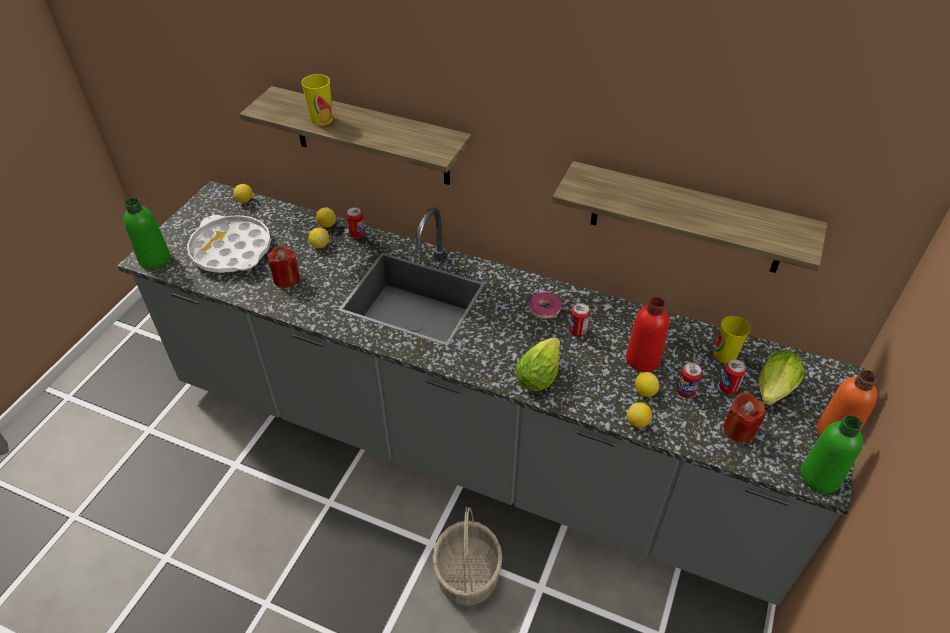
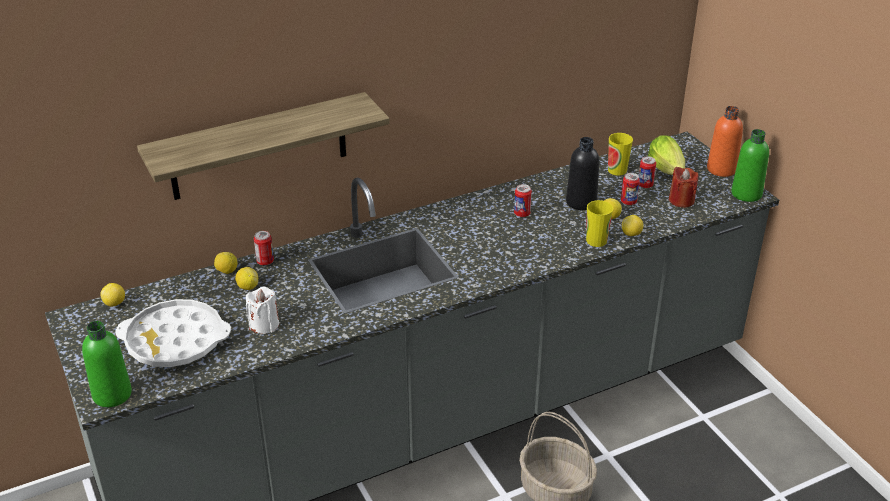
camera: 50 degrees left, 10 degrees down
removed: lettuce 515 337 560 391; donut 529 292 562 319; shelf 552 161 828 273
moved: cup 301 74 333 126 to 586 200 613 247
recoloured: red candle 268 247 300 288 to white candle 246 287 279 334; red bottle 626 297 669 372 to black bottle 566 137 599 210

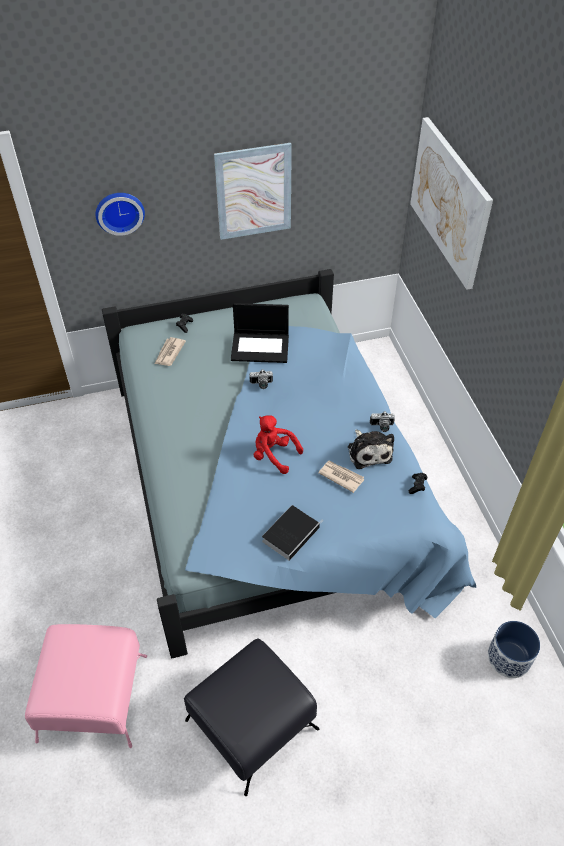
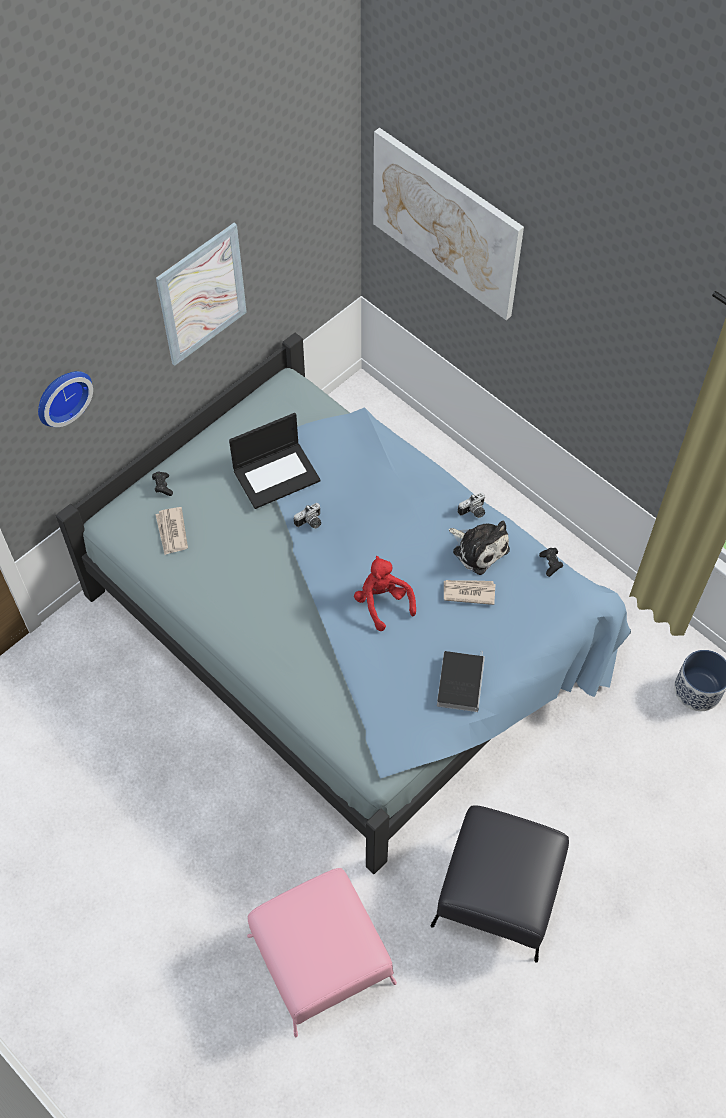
camera: 30 degrees left, 10 degrees up
turned: red plush toy 254 416 303 474 = 354 556 416 631 60 degrees clockwise

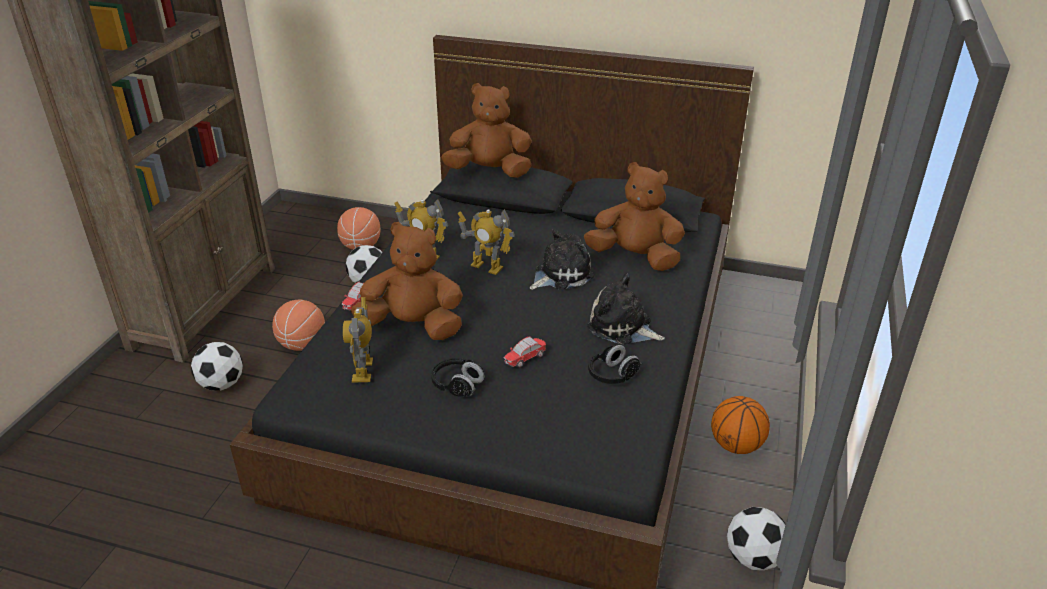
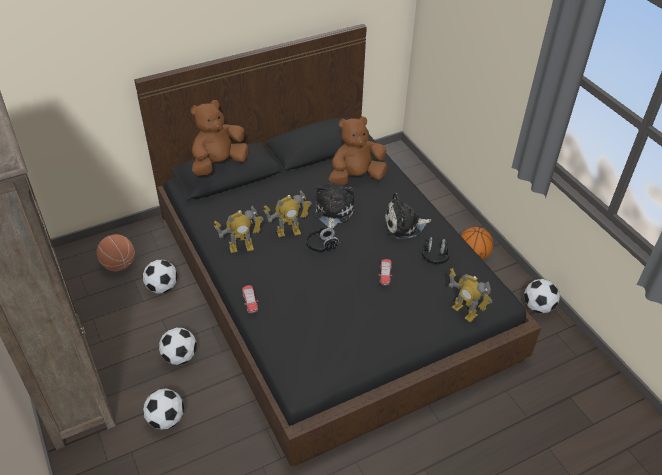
camera: 45 degrees left, 10 degrees up
removed: brown plush toy 351 222 463 340
moved: toy robot 343 297 373 383 to 449 268 492 322; black headphones 431 358 485 397 to 306 227 340 252
replaced: basketball 272 300 325 351 to football 159 328 197 365

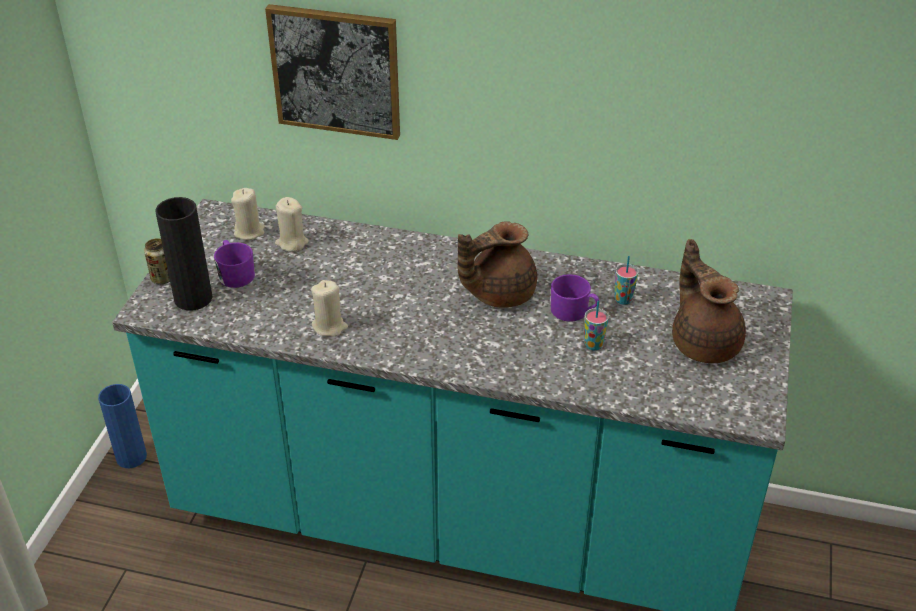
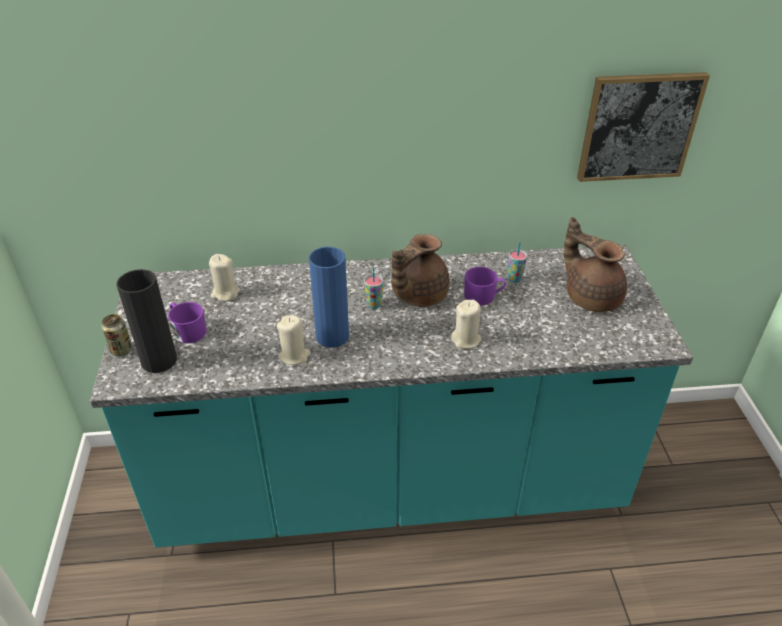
camera: 20 degrees left, 0 degrees up
moved: blue vase 98 384 147 468 to 309 247 349 348; beige candle 231 188 265 240 to 451 300 481 349; picture 265 4 400 140 to 577 72 710 182; cup 584 300 609 350 to 364 267 384 309

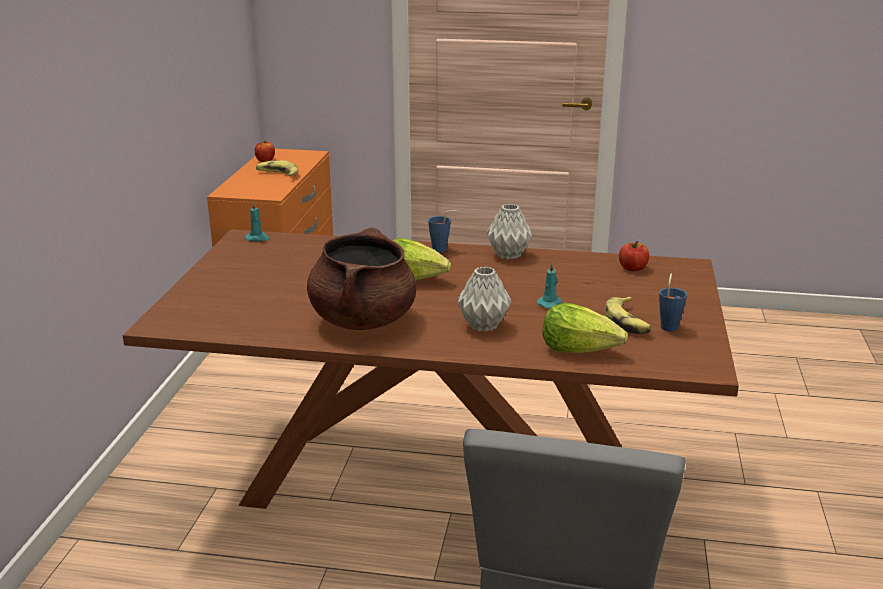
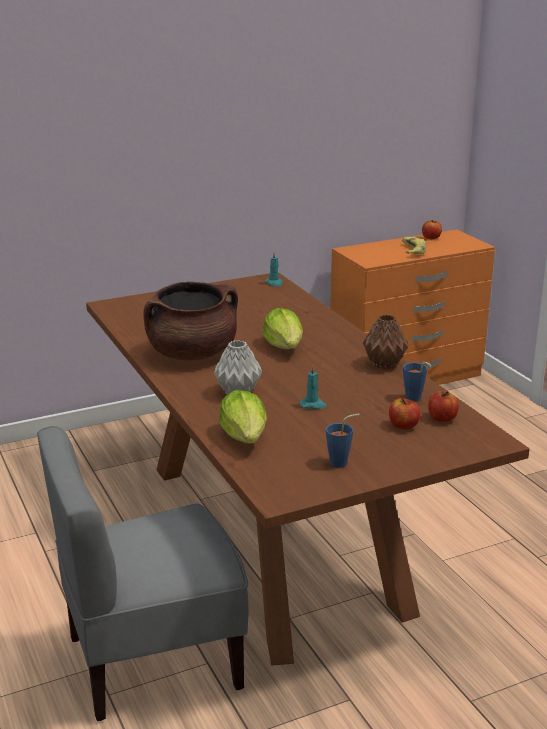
camera: 55 degrees right, 0 degrees up
removed: banana 605 296 652 334
added: apple 389 398 421 429
moved: blue cup 428 210 459 252 to 403 362 432 402
recoloured: grey vase 486 204 532 259 to brown vase 363 315 408 369

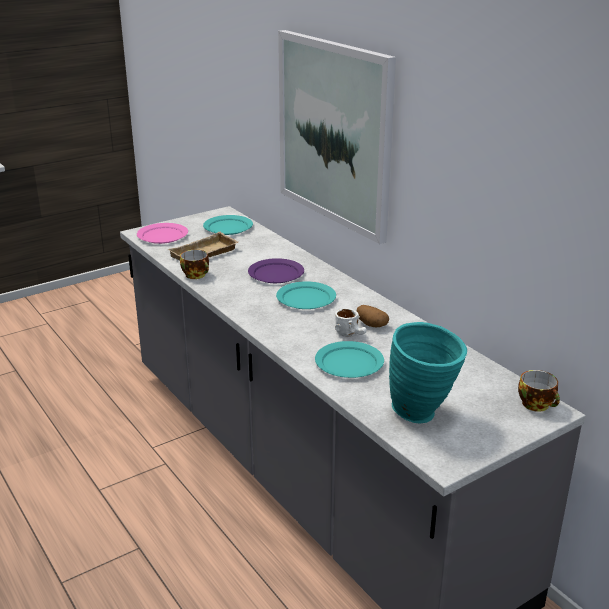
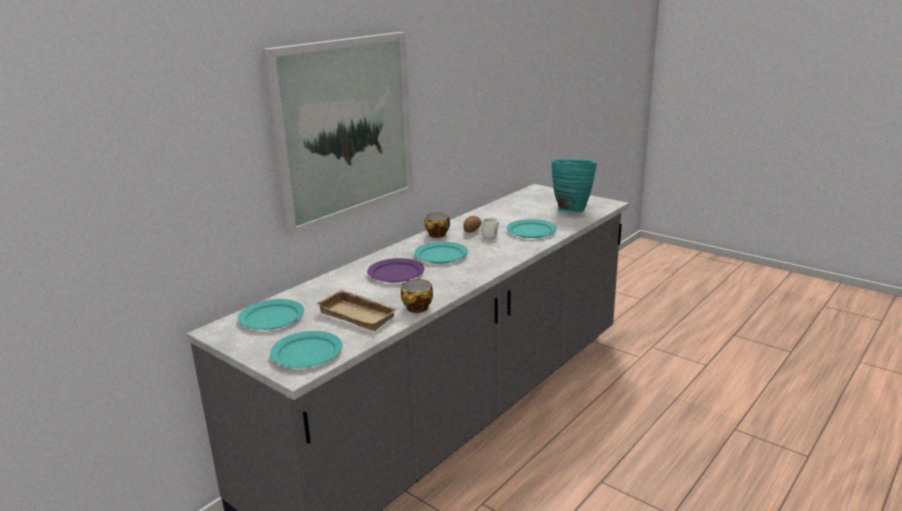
camera: 105 degrees left, 5 degrees down
moved: cup 518 370 560 412 to 425 212 450 238
recoloured: pink plate 137 223 188 244 to turquoise plate 270 331 343 368

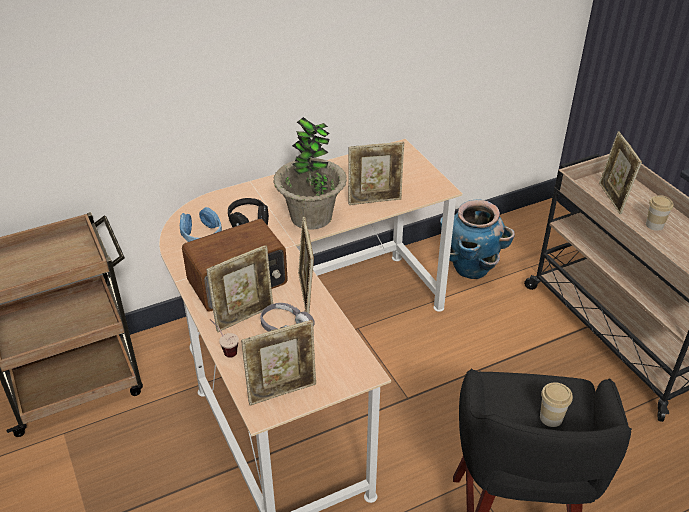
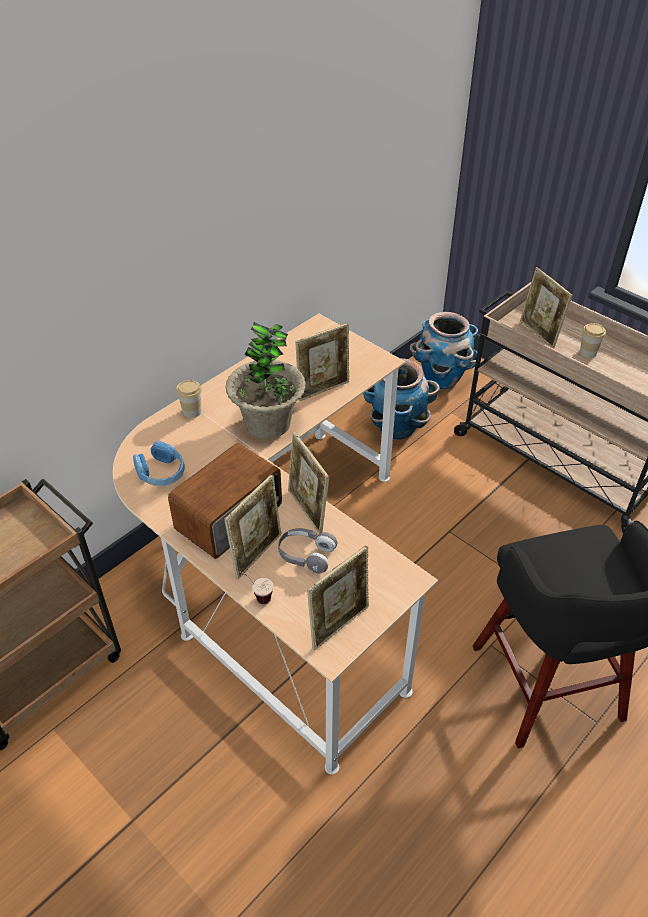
camera: 20 degrees left, 5 degrees up
removed: black headphones 228 198 269 227
added: planter 410 312 482 389
moved: cup 540 382 573 427 to 176 380 202 418

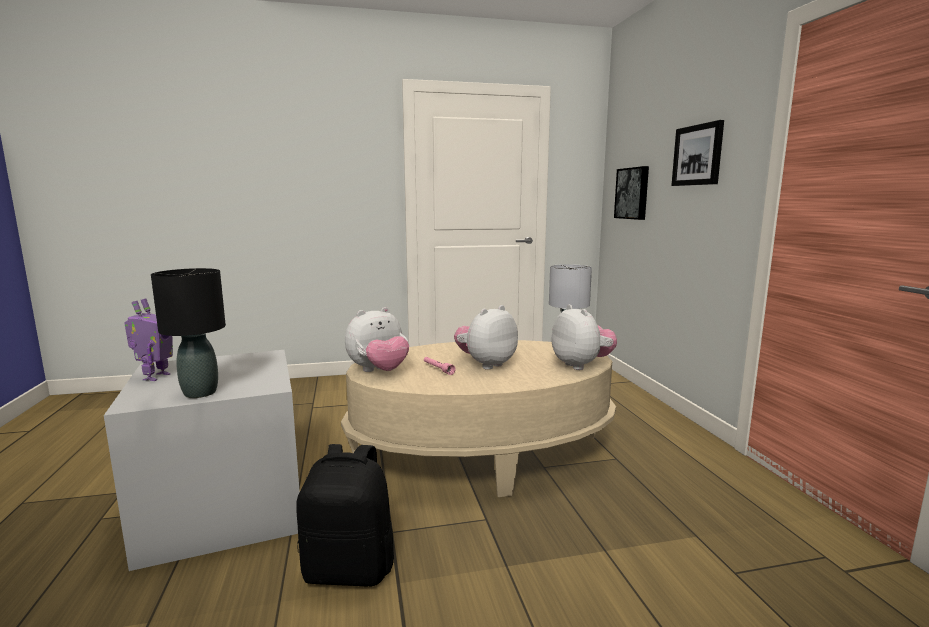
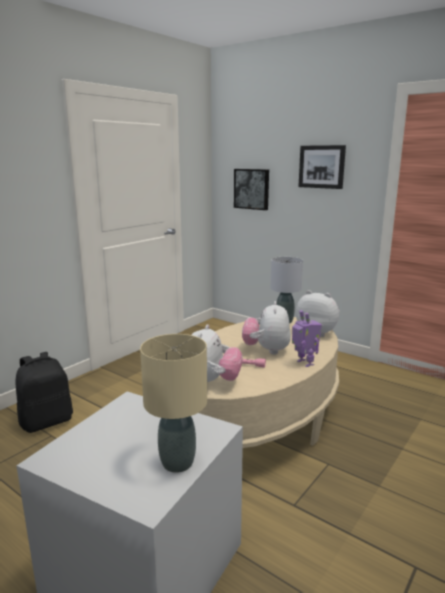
camera: 40 degrees left, 5 degrees up
moved: toy robot 124 299 173 381 to 292 310 322 367; black backpack 296 444 394 586 to 16 352 73 433
recoloured: black table lamp 151 268 226 398 to beige table lamp 140 334 207 473

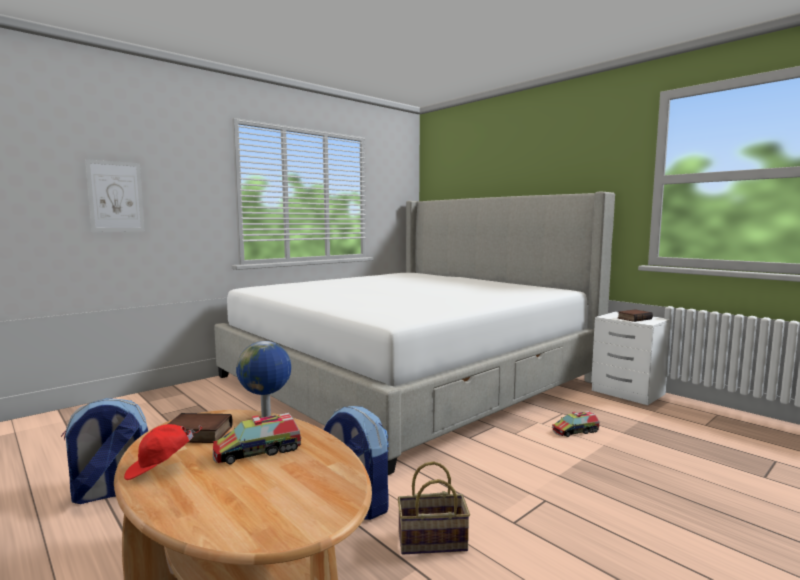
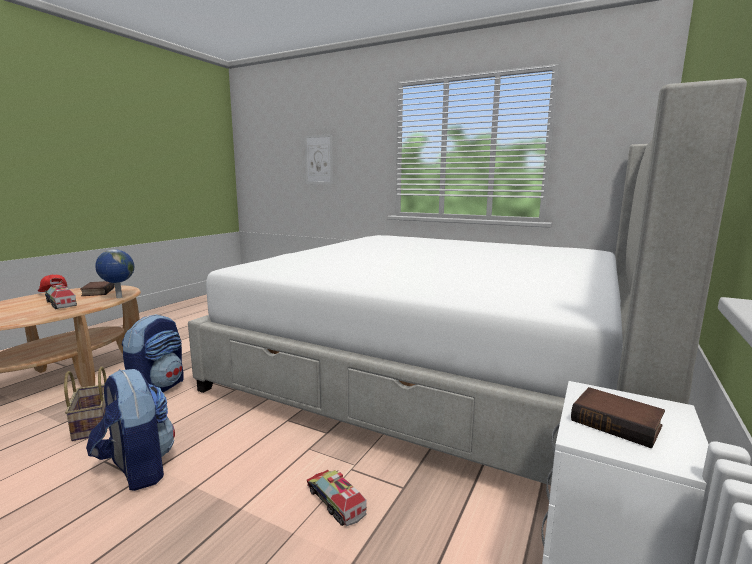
camera: 70 degrees right, 5 degrees up
moved: backpack 61 398 148 504 to 86 369 175 491

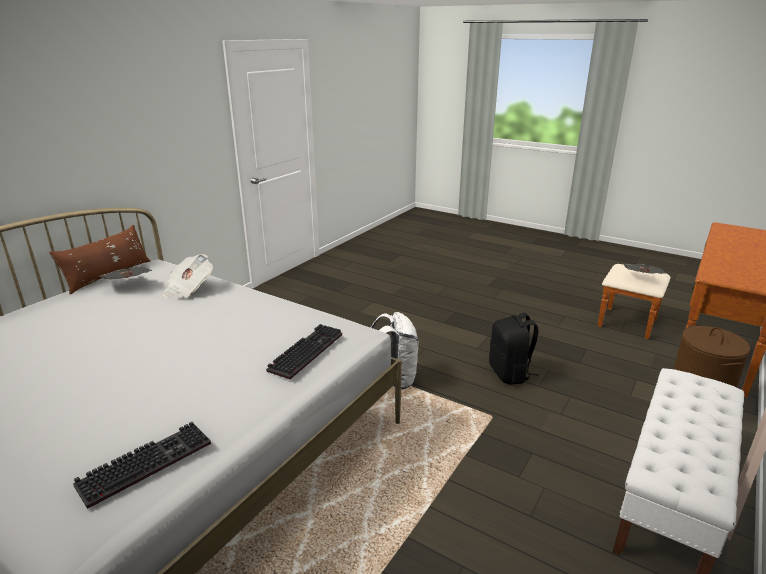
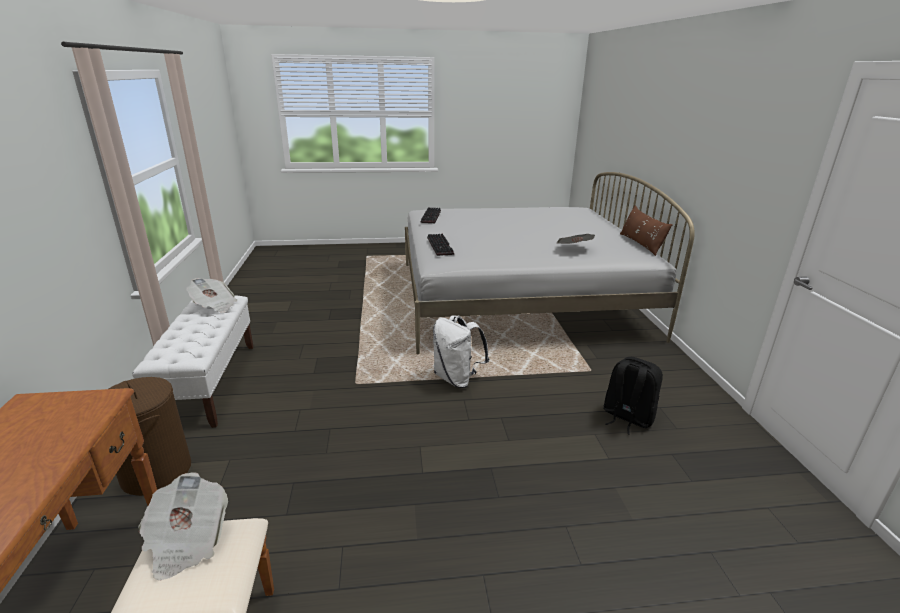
camera: 140 degrees right, 0 degrees up
moved: newspaper 100 267 152 280 to 186 278 237 313; black backpack 489 313 539 385 to 603 357 663 435

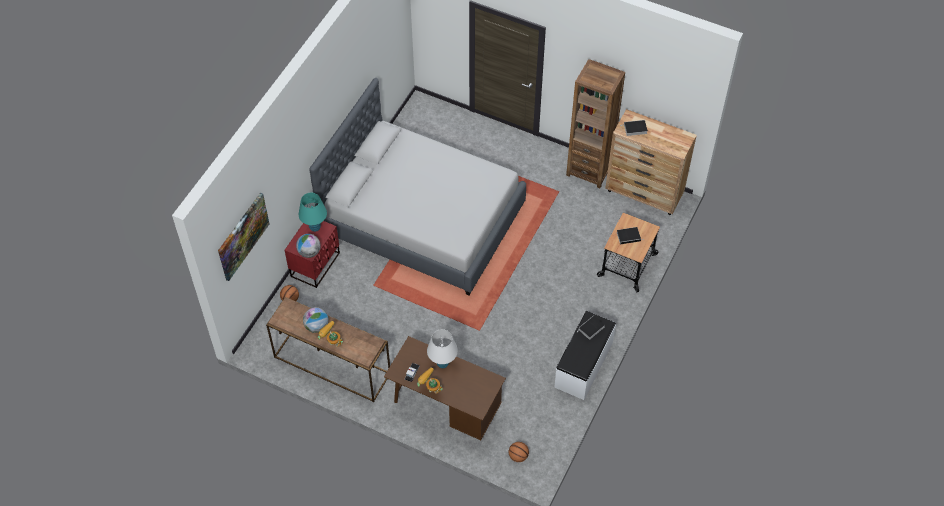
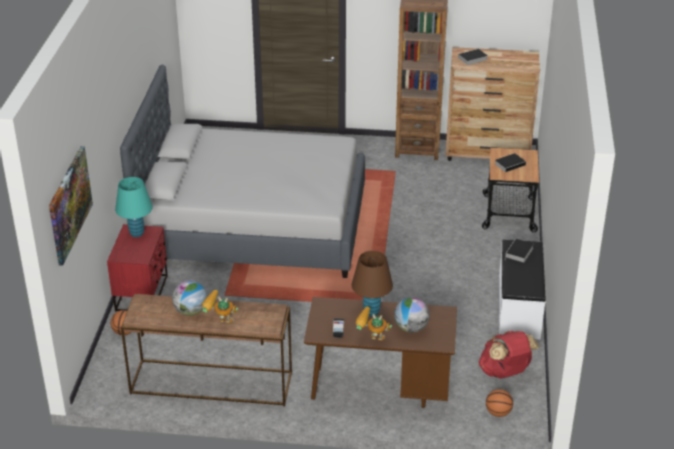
camera: 20 degrees left, 20 degrees down
added: red backpack 479 330 539 379
moved: globe 296 234 321 258 to 394 297 430 333
recoloured: white table lamp 427 329 458 368 to brown table lamp 352 251 393 317

